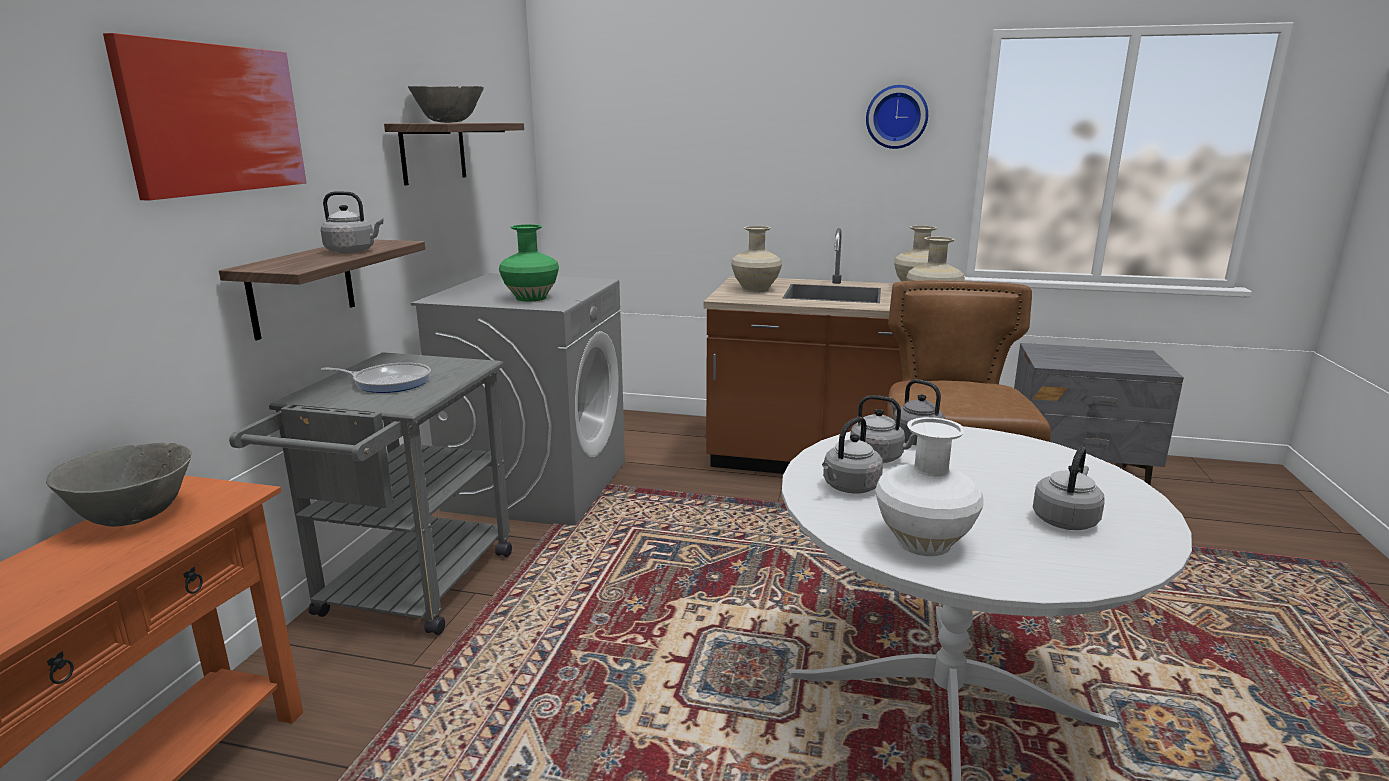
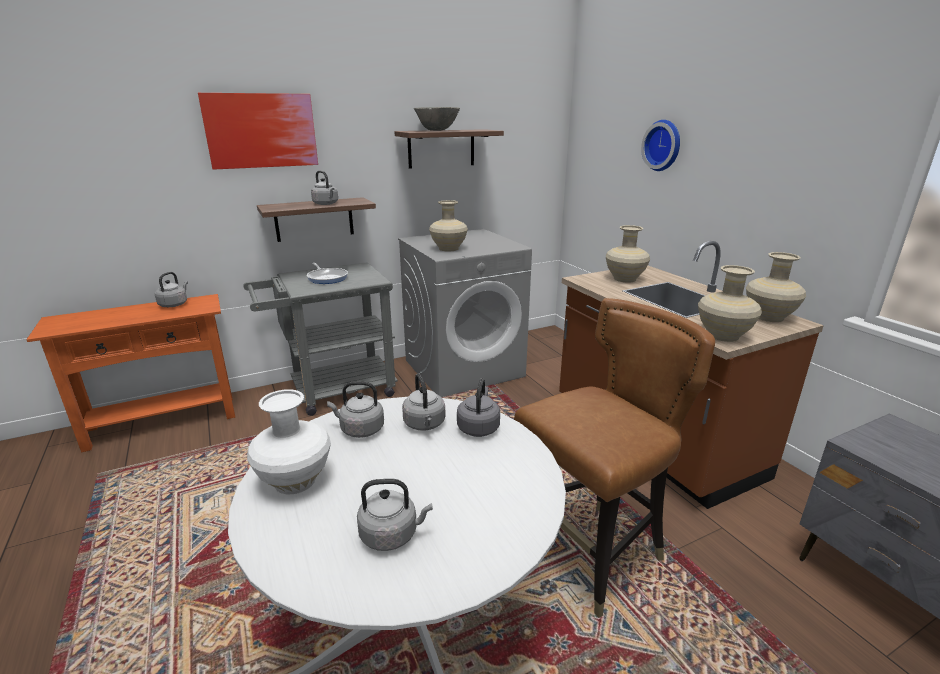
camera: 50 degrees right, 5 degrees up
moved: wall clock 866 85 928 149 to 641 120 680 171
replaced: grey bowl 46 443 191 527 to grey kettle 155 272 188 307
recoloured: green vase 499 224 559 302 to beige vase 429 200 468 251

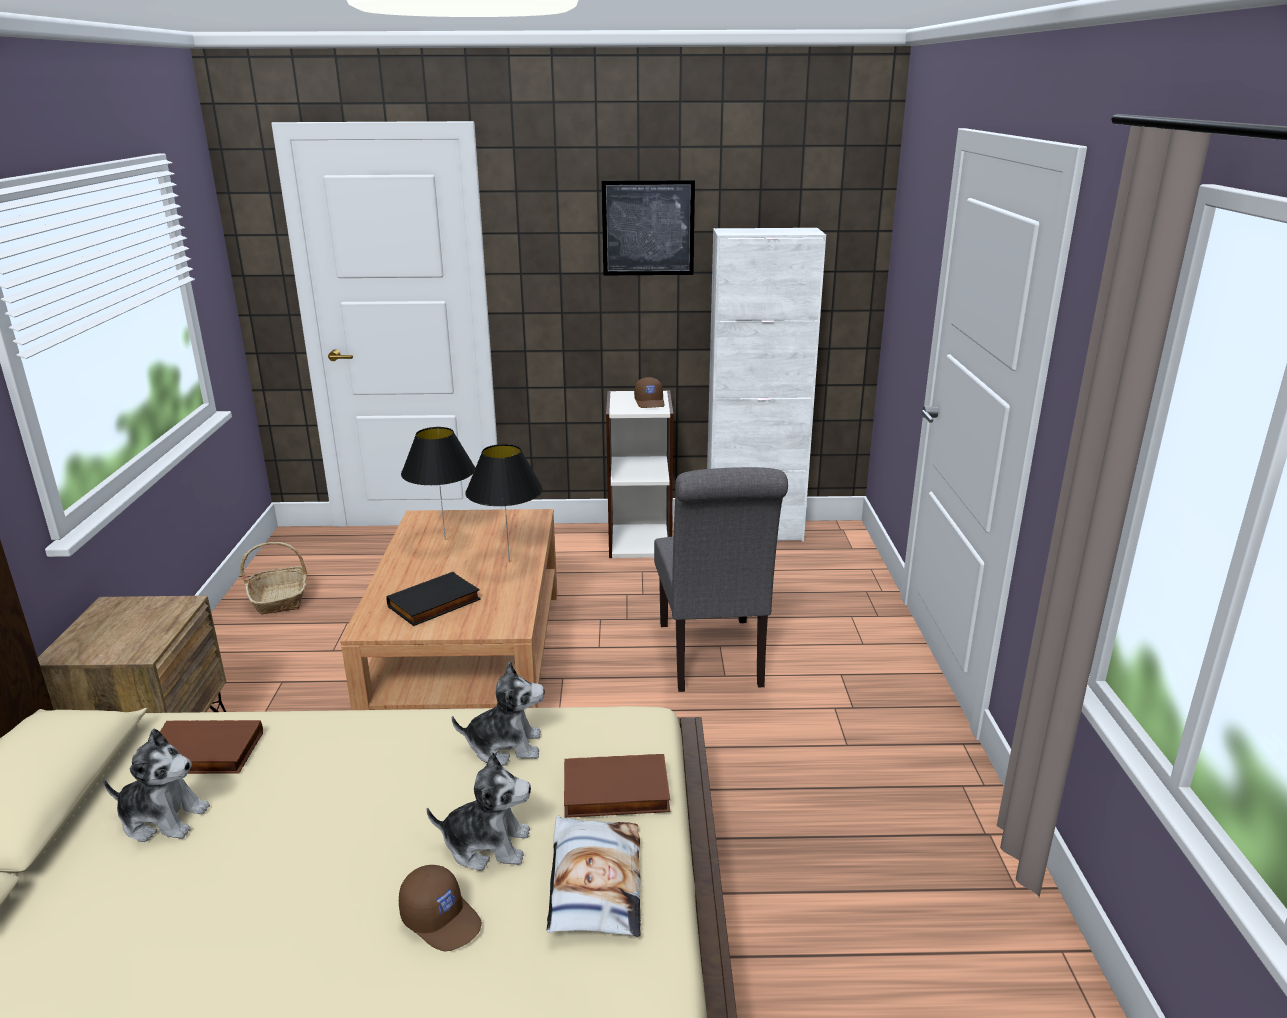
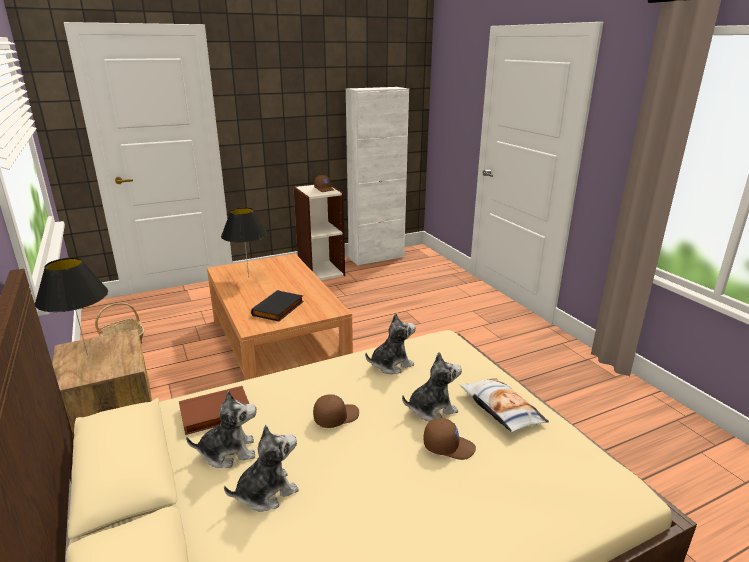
camera: 25 degrees left, 0 degrees up
removed: brown book 564 754 670 818; picture 602 180 695 275; grey chair 654 467 788 692
added: plush toy 224 425 299 511; brown cap 313 394 359 428
moved: black table lamp 465 444 543 562 to 35 258 108 355

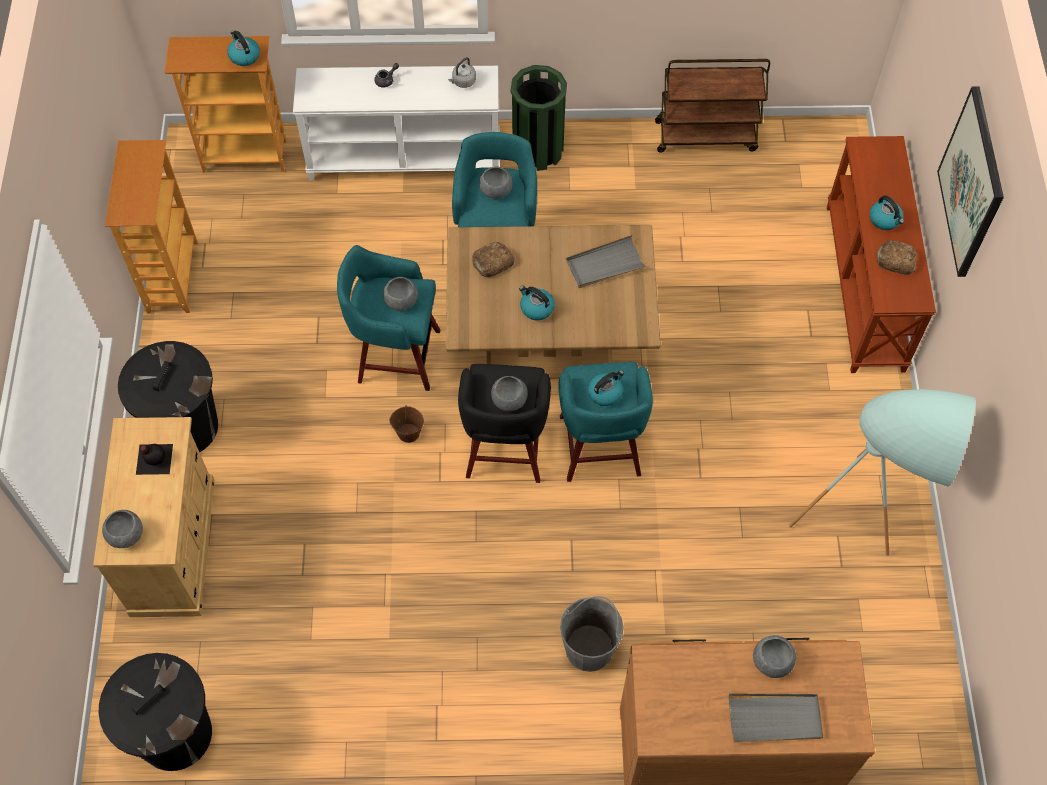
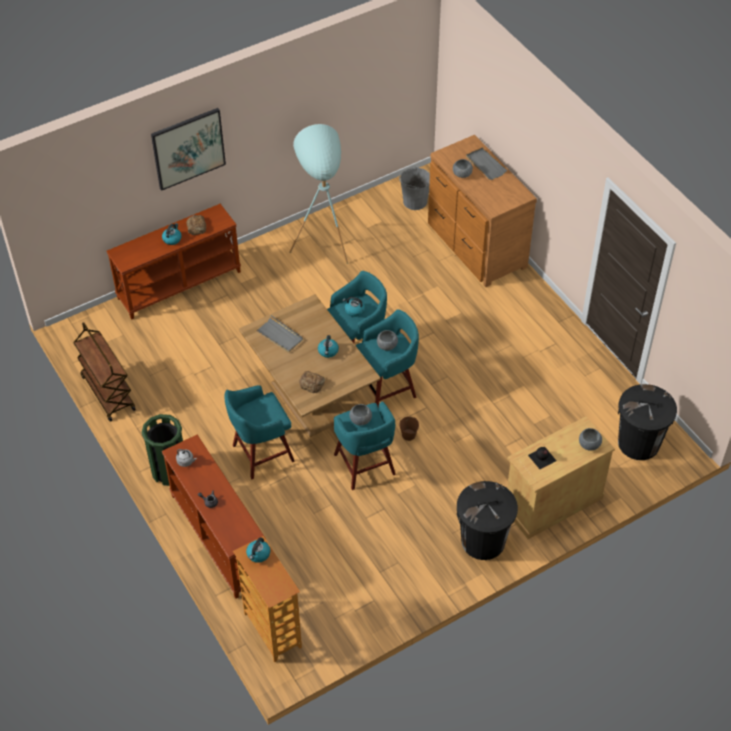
camera: 120 degrees left, 10 degrees down
removed: bookcase 105 140 198 314; grey bowl 479 166 512 199
moved: grey bucket 560 596 624 672 to 399 167 430 210
recoloured: white console table 293 66 500 180 to brown console table 162 435 266 598; black stool 458 364 551 483 to turquoise stool 356 309 419 408

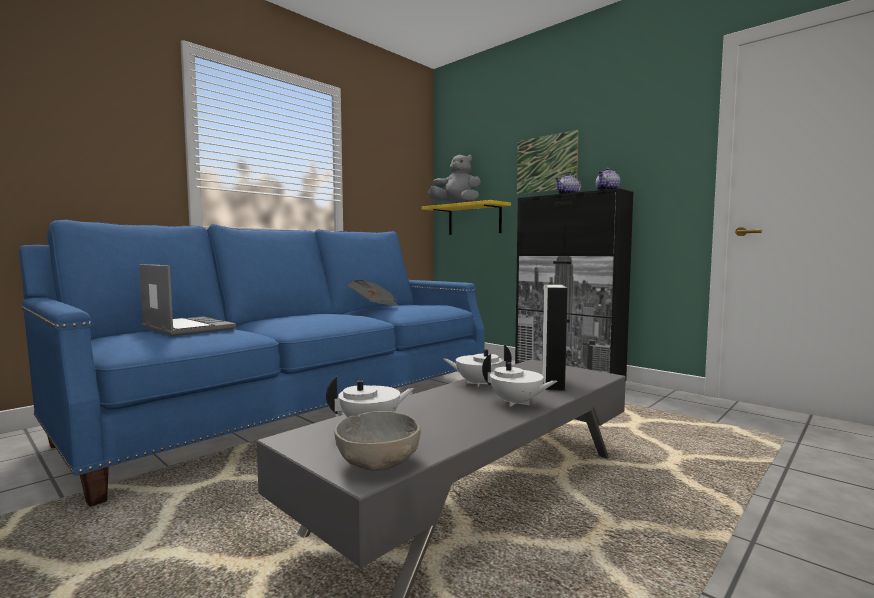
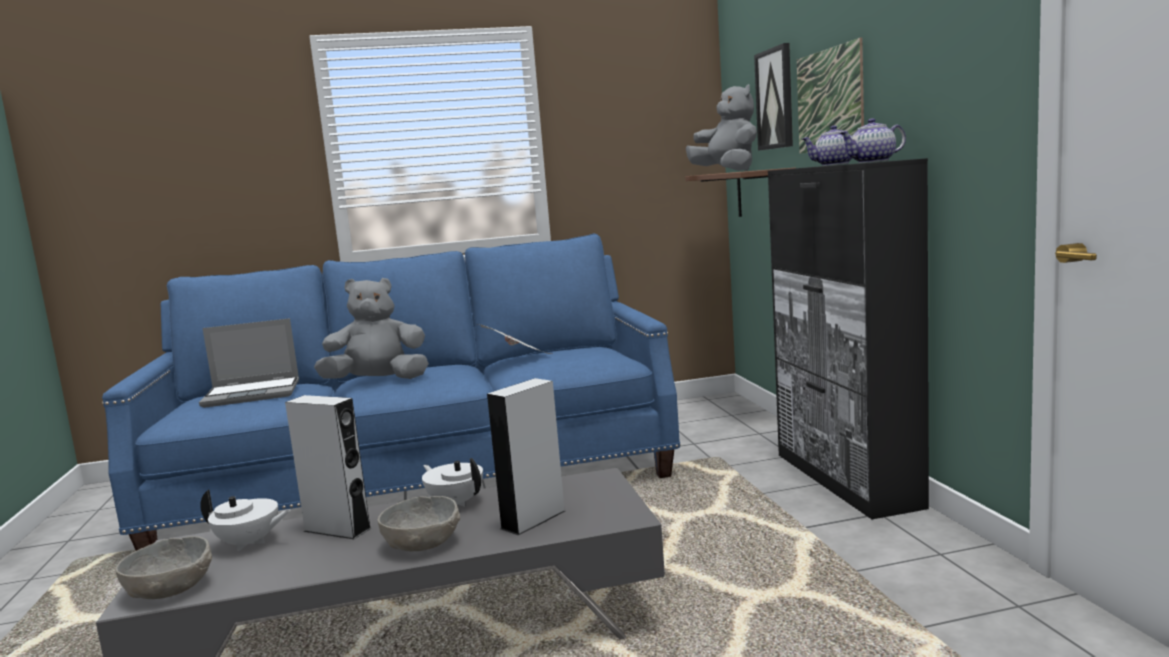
camera: 35 degrees right, 5 degrees up
added: grey speaker 285 395 371 539; grey plush toy 314 278 429 379; picture 754 43 793 151
replaced: white teapot 482 354 558 407 to grey bowl 378 496 460 551
recoloured: yellow shelf 422 200 511 235 to brown shelf 685 168 795 217
turned: laptop 139 264 236 336 = 199 318 299 408 90 degrees clockwise

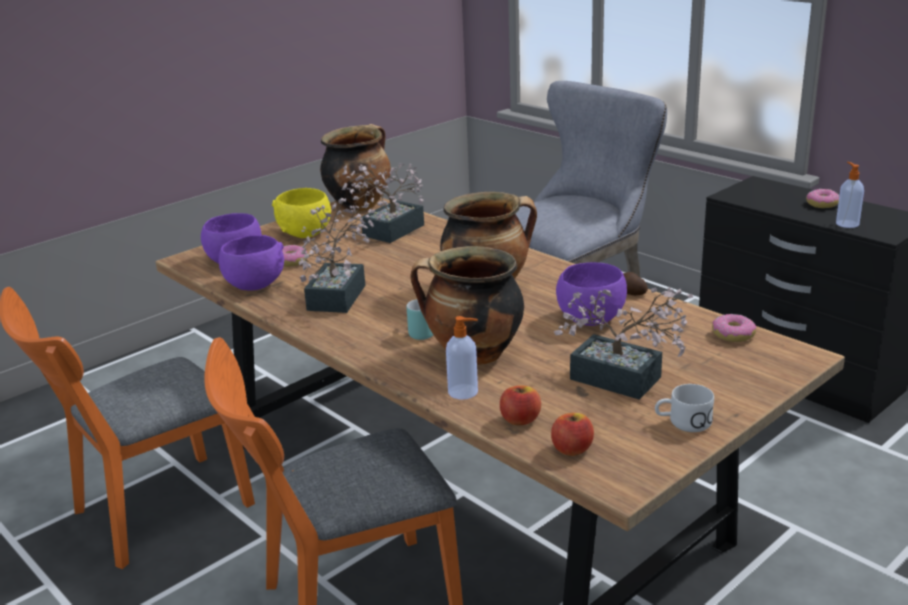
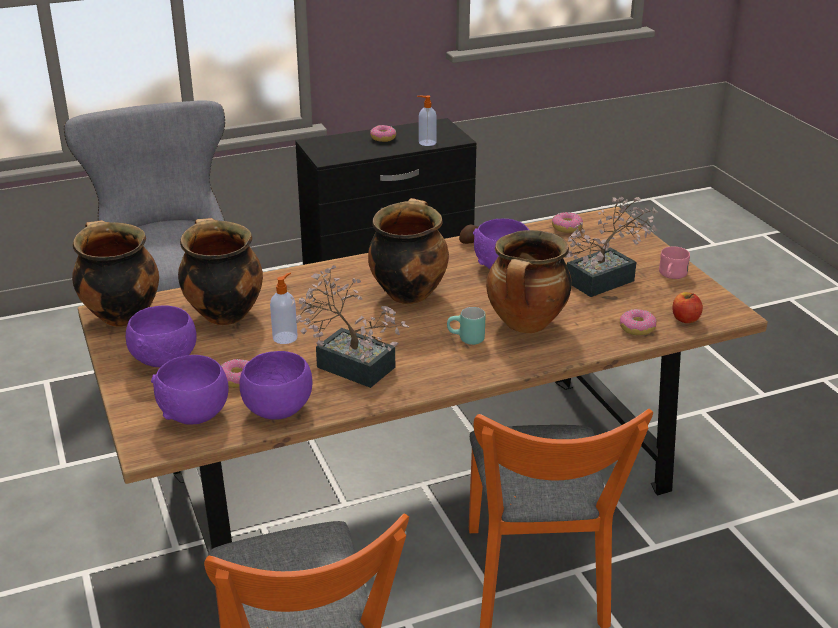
camera: 70 degrees left, 5 degrees up
moved: soap dispenser 446 316 478 399 to 270 273 298 344
replaced: potted plant 341 163 424 243 to cooking pot 178 218 263 326; apple 500 385 541 425 to donut 620 309 657 335
recoloured: yellow bowl 272 188 331 238 to purple bowl 126 306 196 367; white mug 655 384 714 432 to pink mug 659 247 690 279

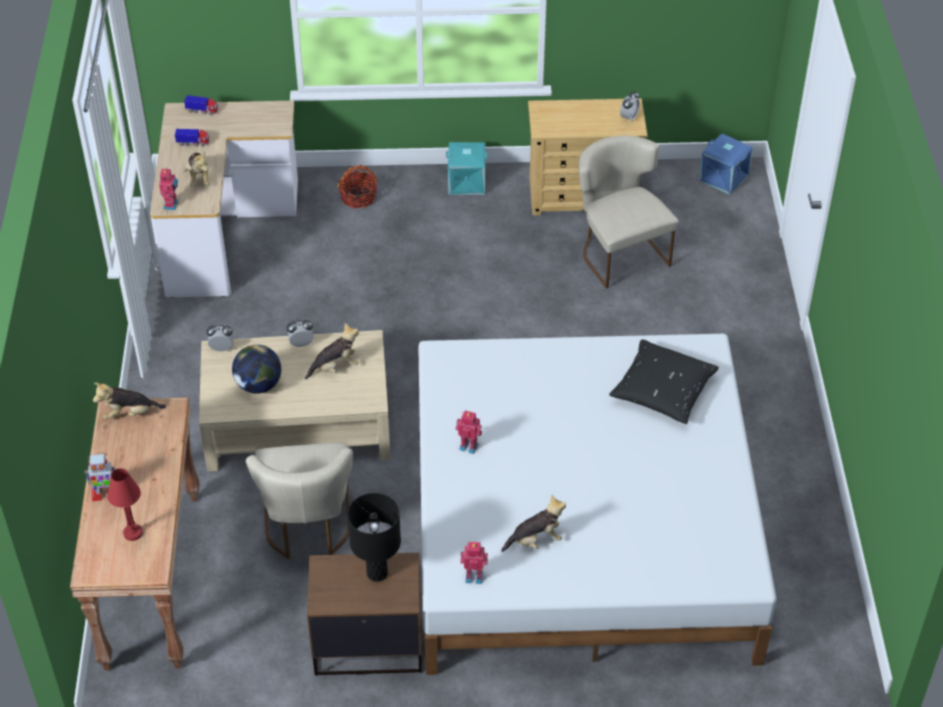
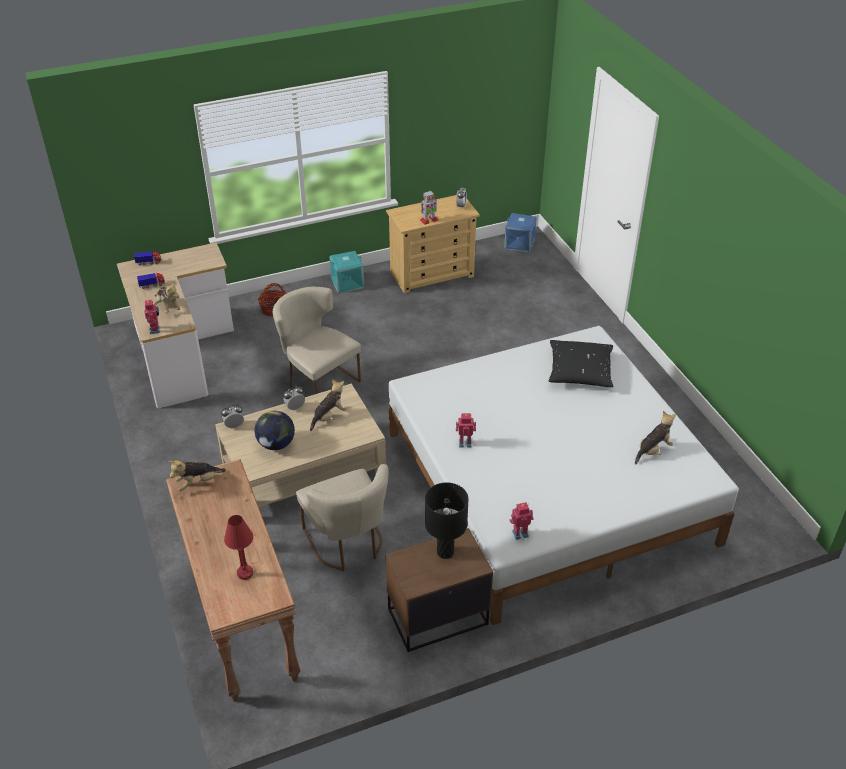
camera: 20 degrees left, 5 degrees down
moved: toy robot 85 454 115 501 to 420 190 439 225; plush toy 501 495 566 552 to 635 411 676 464; beige chair 579 136 679 289 to 273 287 361 395

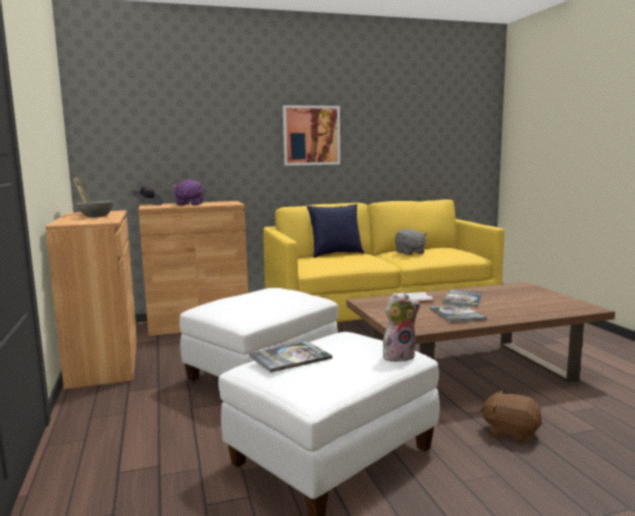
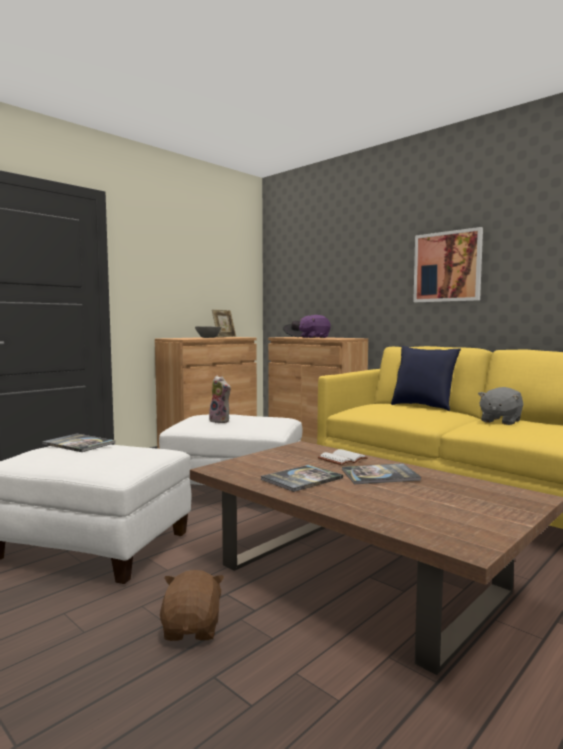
camera: 60 degrees right, 5 degrees down
moved: plush toy 383 292 420 362 to 208 376 231 423

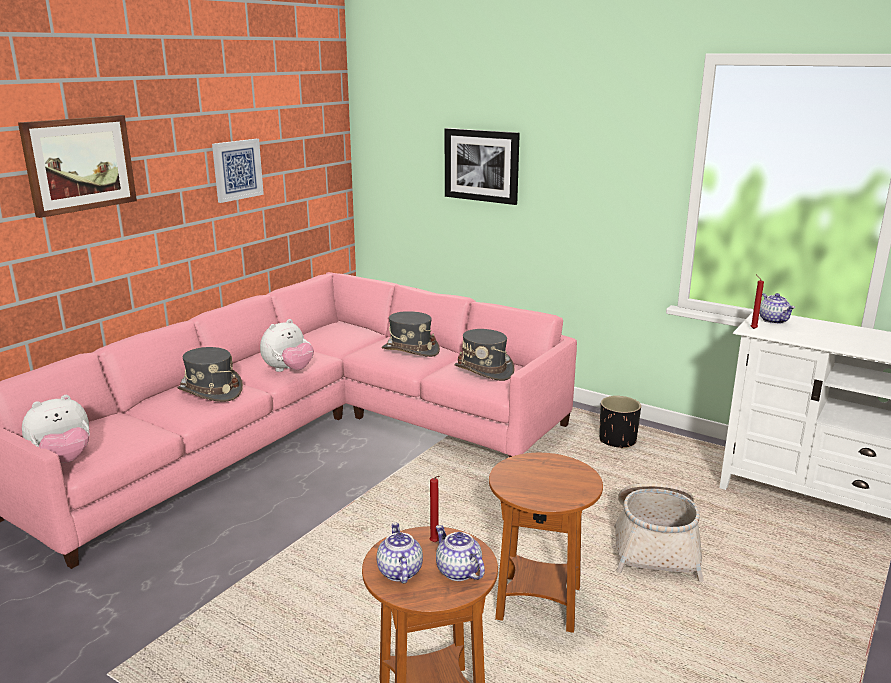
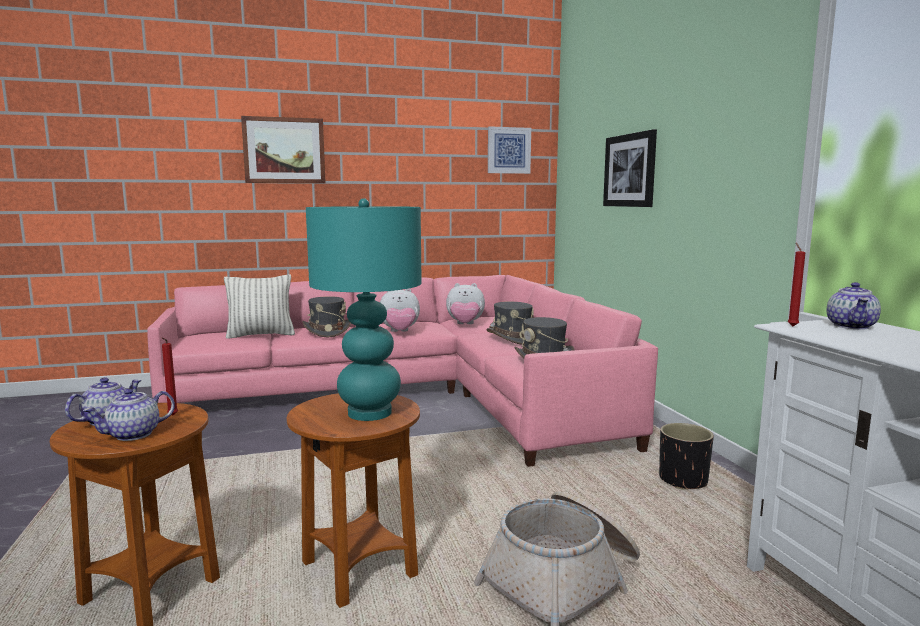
camera: 40 degrees right, 10 degrees down
added: pillow 224 274 295 339; turquoise table lamp 306 198 422 421
moved: plush toy 22 395 90 463 to 446 283 485 324; picture 212 139 264 203 to 488 126 531 174
turned: teapot 436 525 485 581 = 83 389 175 441 135 degrees counterclockwise

